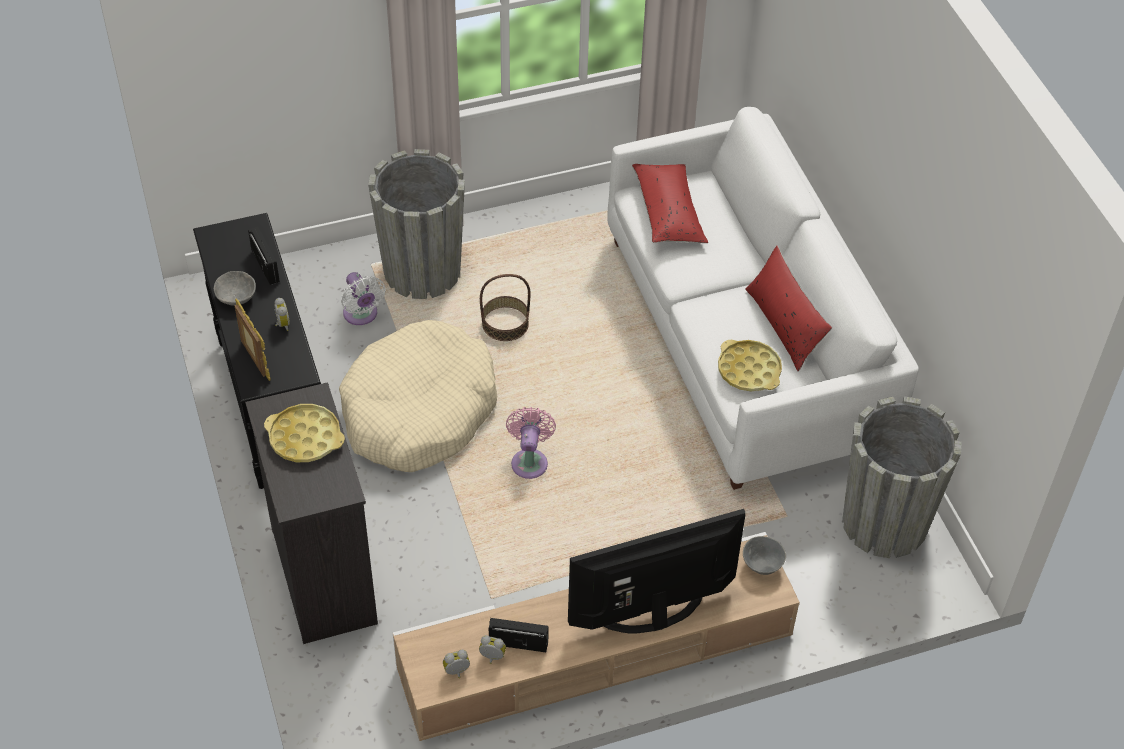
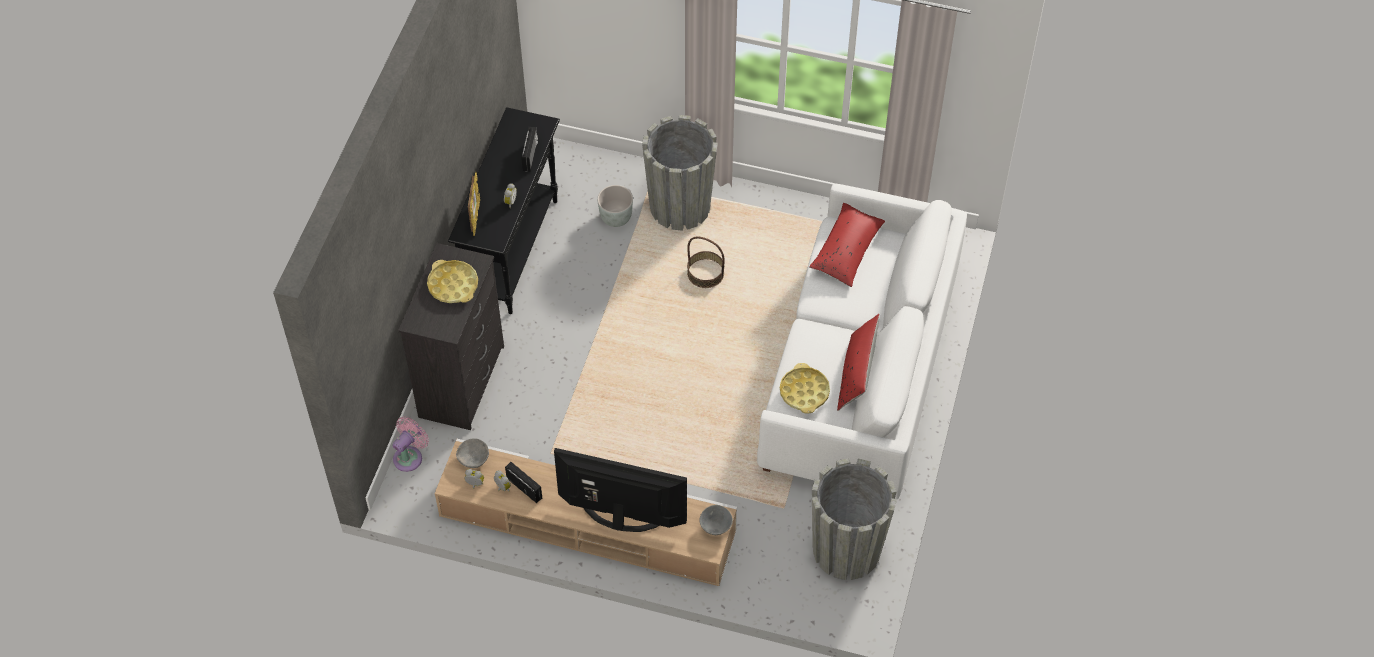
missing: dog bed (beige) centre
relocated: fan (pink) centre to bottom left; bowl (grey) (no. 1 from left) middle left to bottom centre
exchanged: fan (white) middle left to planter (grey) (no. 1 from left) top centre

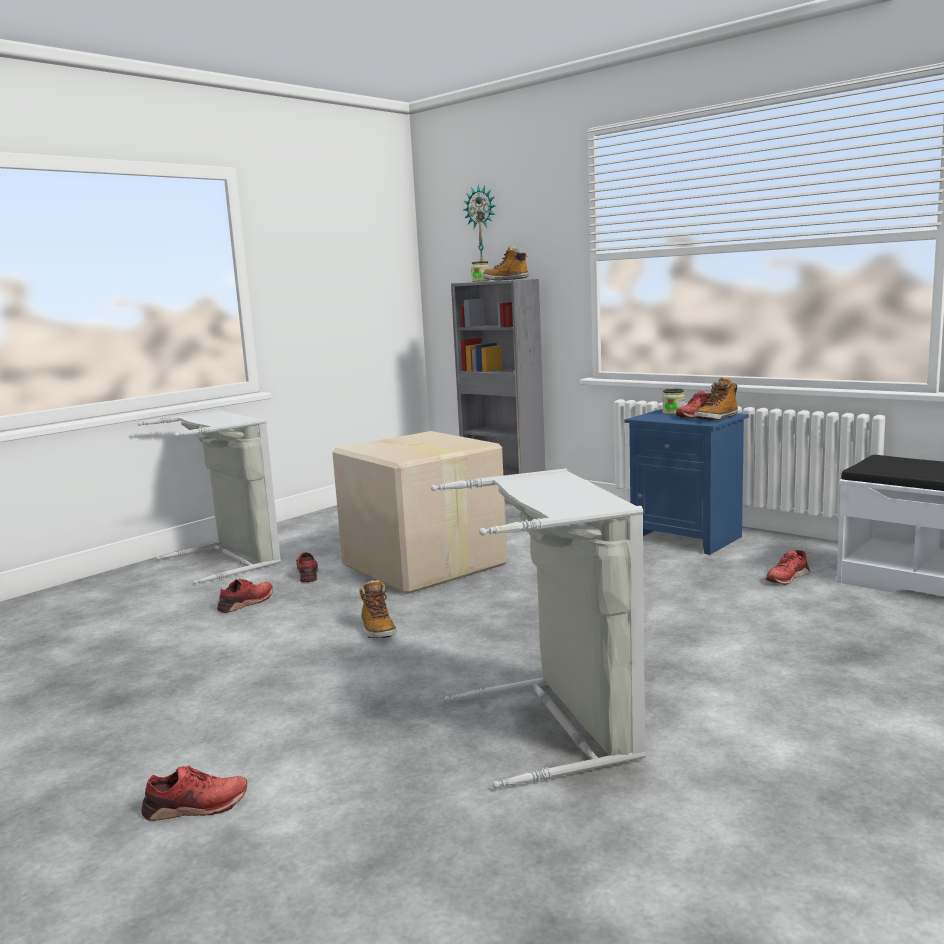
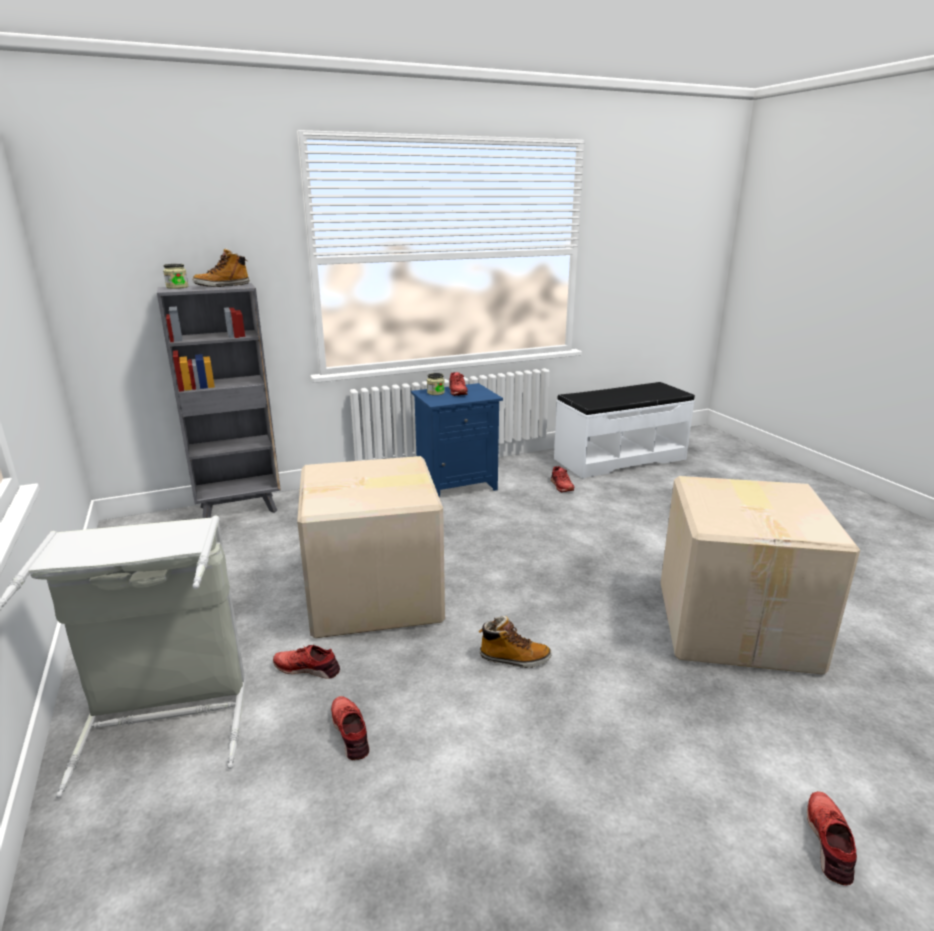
missing: wall clock top centre; boot (no. 3 from left) middle right
exchanged: laundry basket (grey) (no. 2 from left) centre to cardboard box (no. 2 from left) middle right

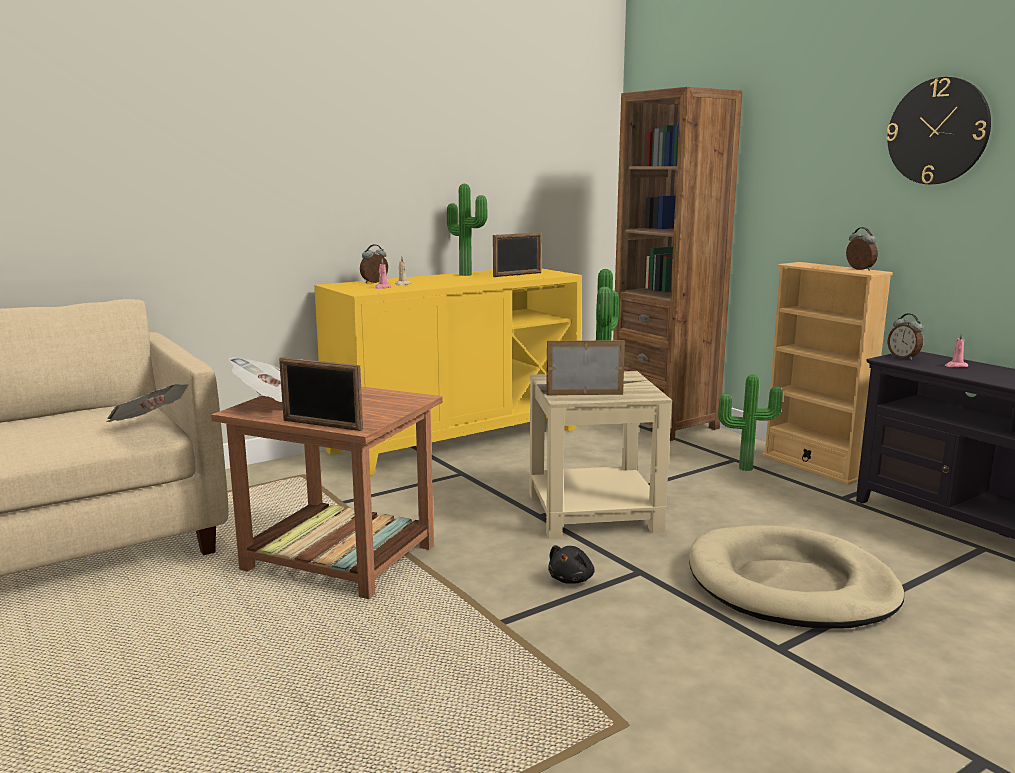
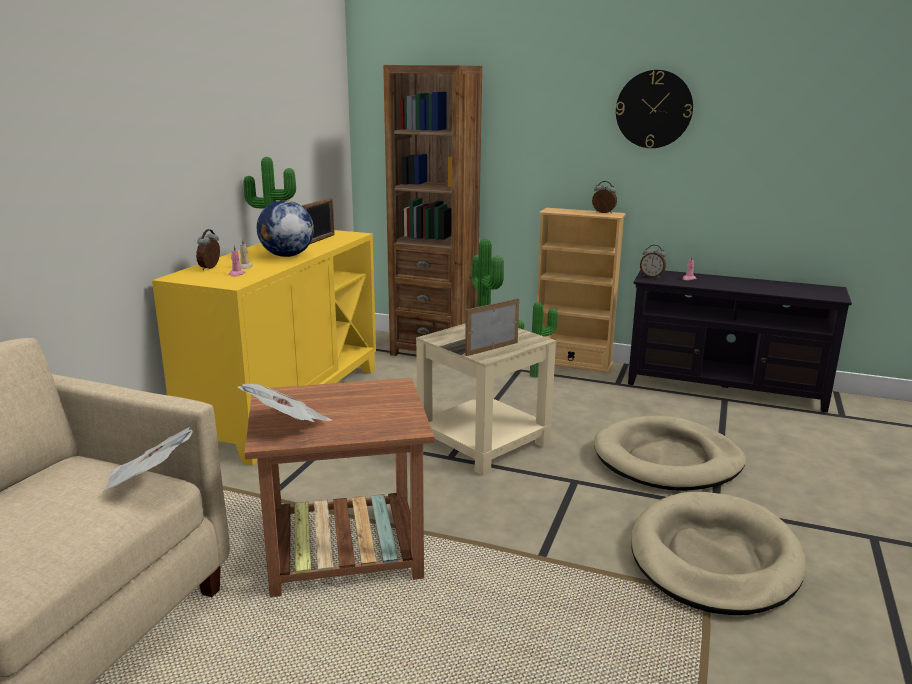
missing: picture frame (no. 1 from left) middle left; plush toy (black) bottom centre
appeared: globe middle left; dog bed (beige) (no. 2 from left) bottom right

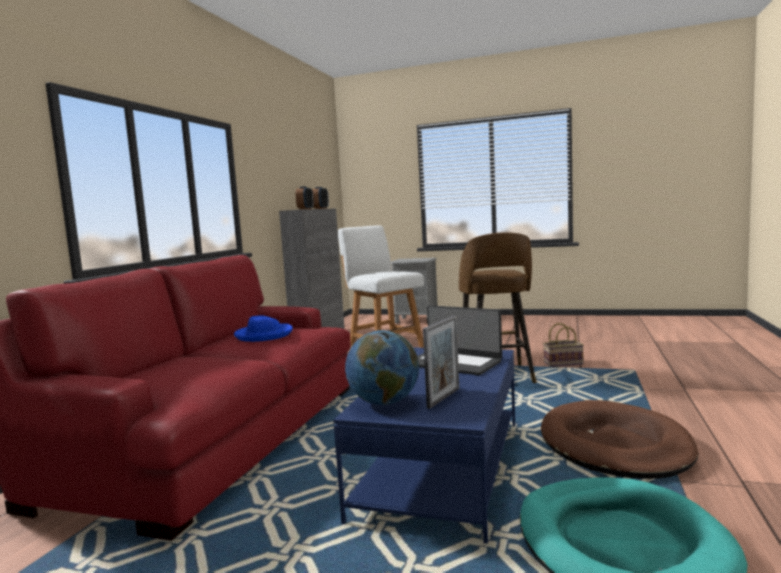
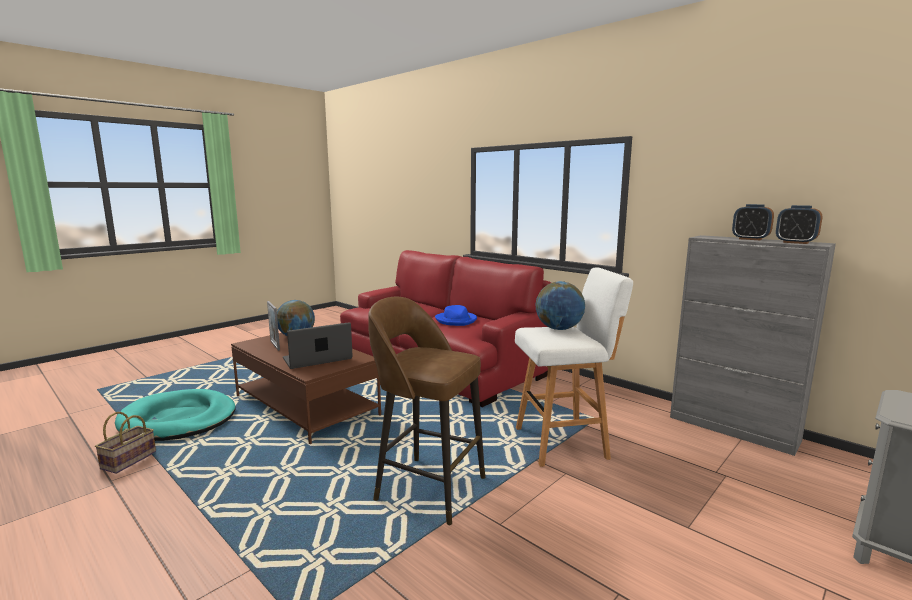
missing: dog bed (brown) bottom right
appeared: globe (no. 2 from left) centre
relocated: basket middle right to bottom left
colour: coffee table (blue) bottom centre to coffee table (brown) centre

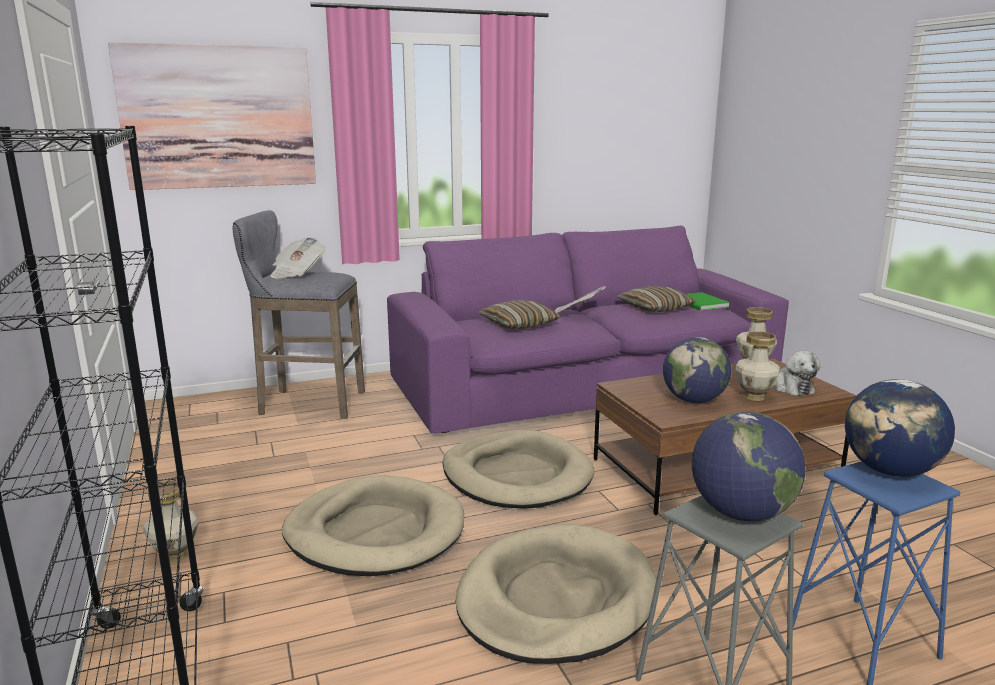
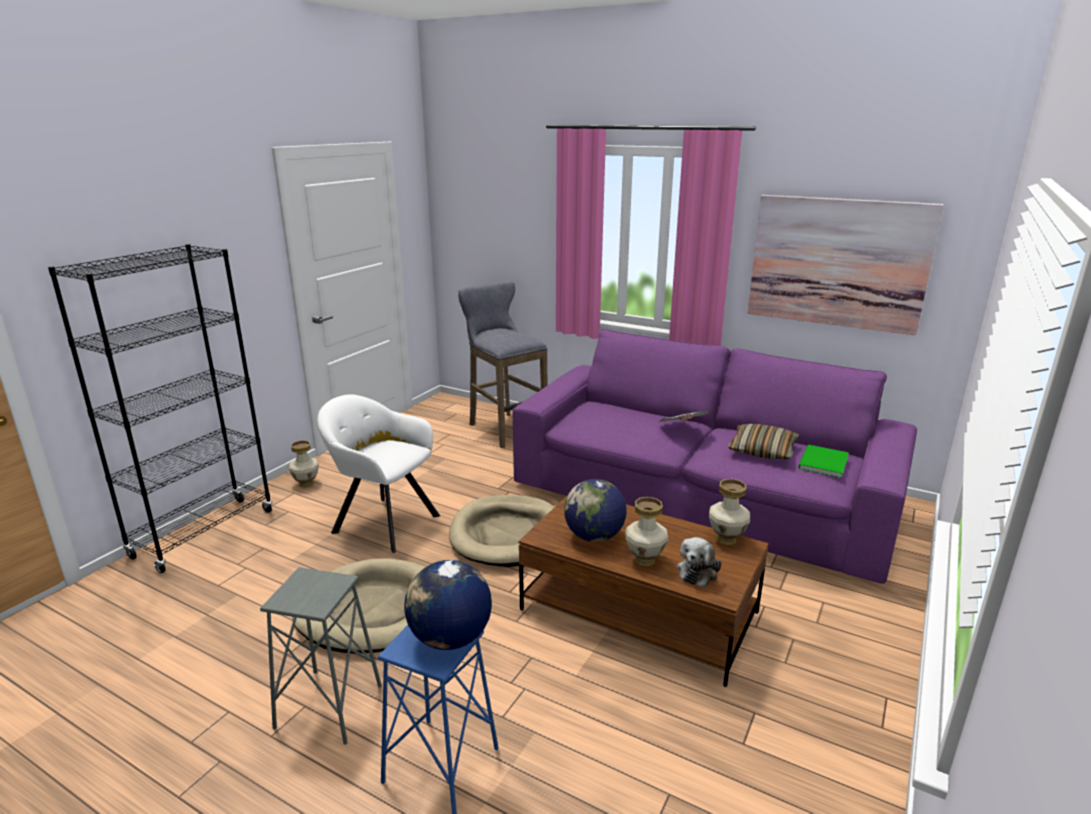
missing: newspaper (no. 1 from left) middle left; pillow (no. 1 from left) centre; globe (no. 2 from left) bottom right
relocated: picture top left to top right
exchanged: dog bed (beige) (no. 1 from left) bottom centre to armchair (white) centre

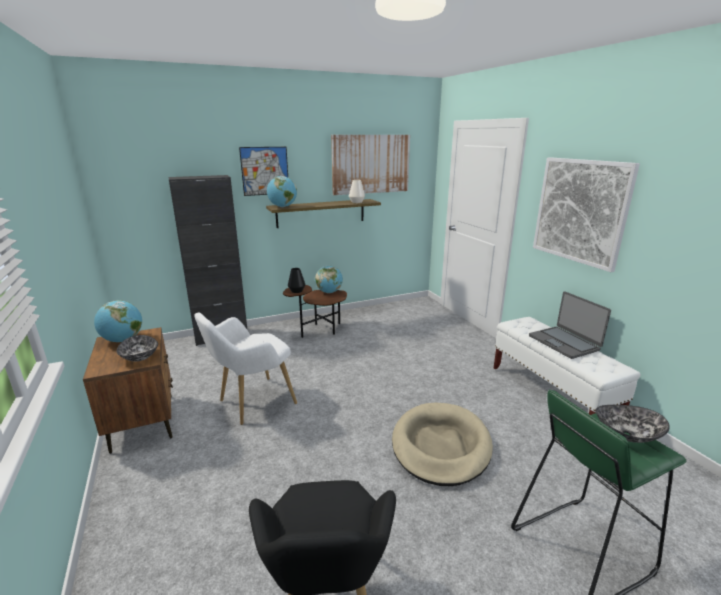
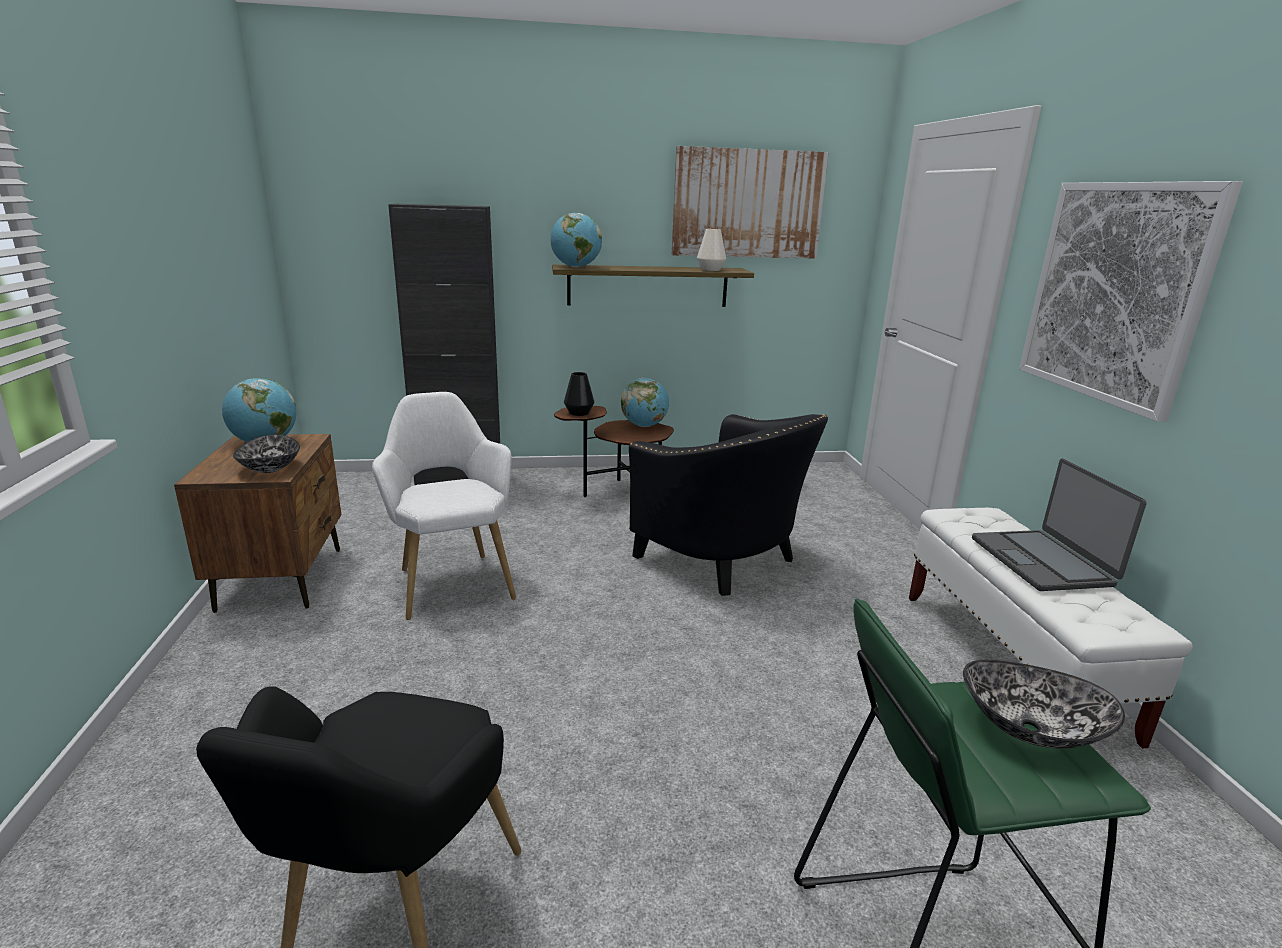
missing: picture (no. 1 from left) top centre; dog bed (beige) bottom centre
appeared: armchair (black) (no. 2 from left) centre
spun: armchair (white) centre = centre 90 degrees clockwise

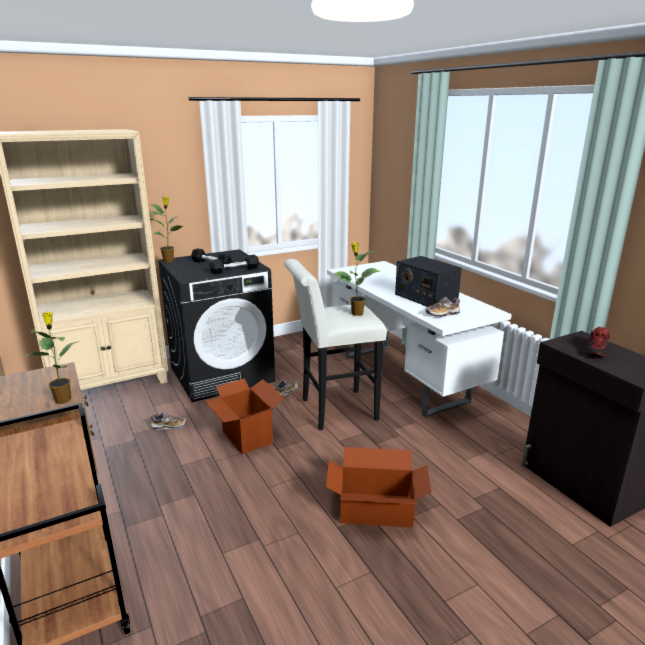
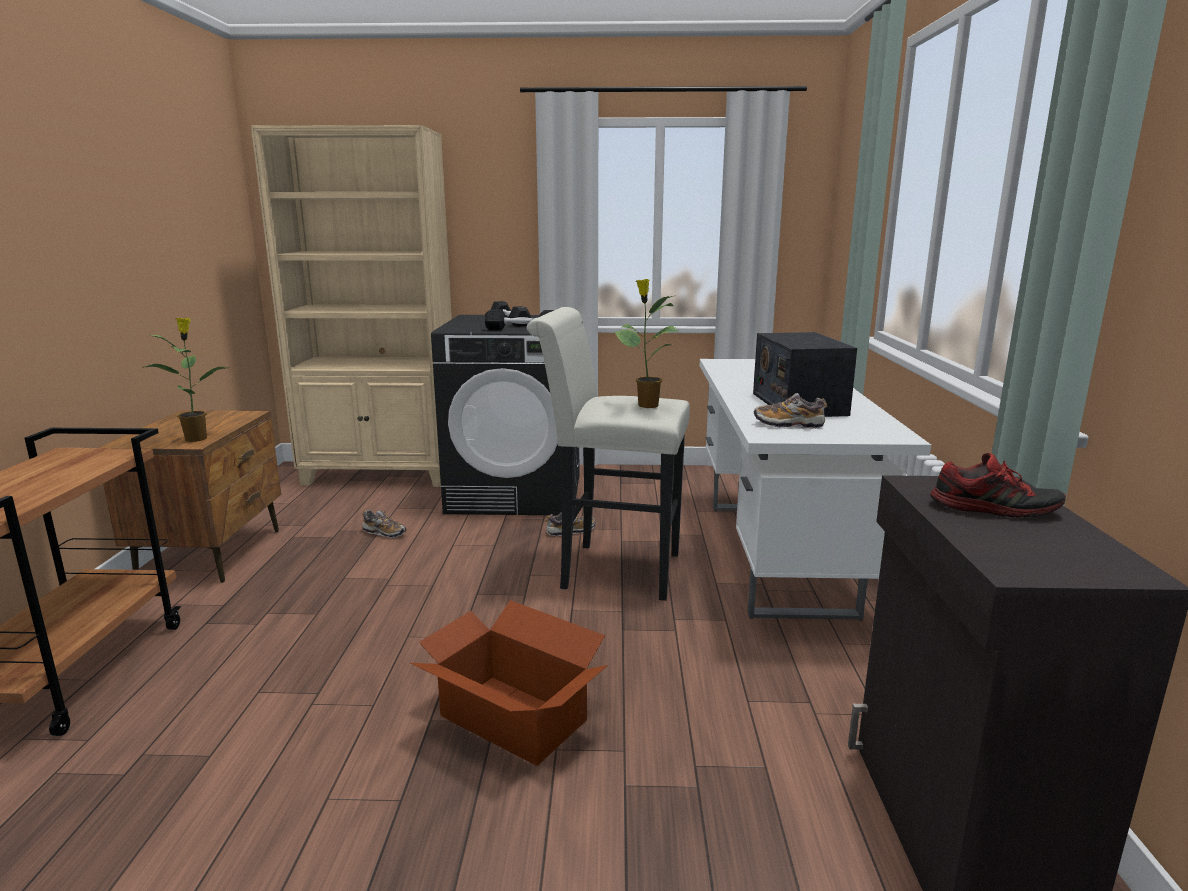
missing: potted plant (no. 2 from left) middle left; cardboard box (no. 1 from left) centre
spun: shoe (no. 4 from left) middle right = middle right 135 degrees counterclockwise

